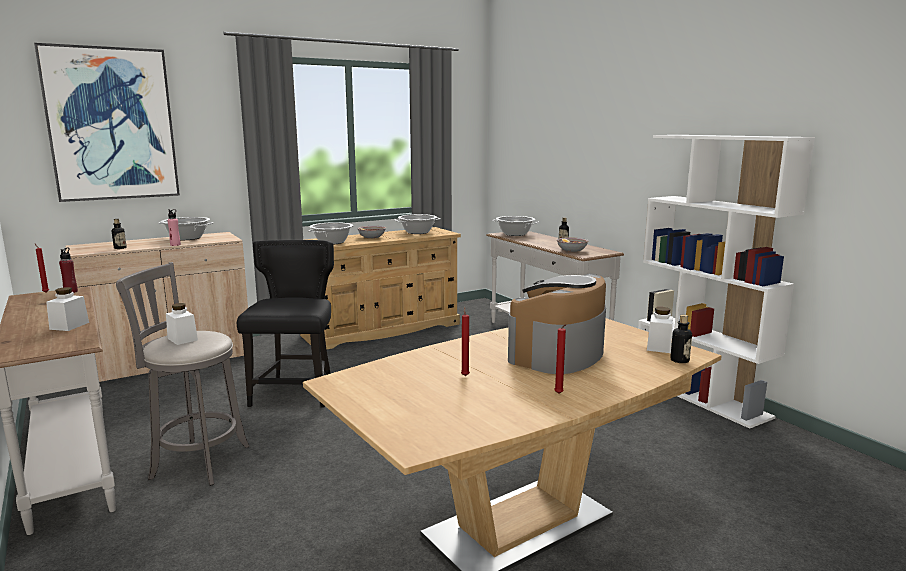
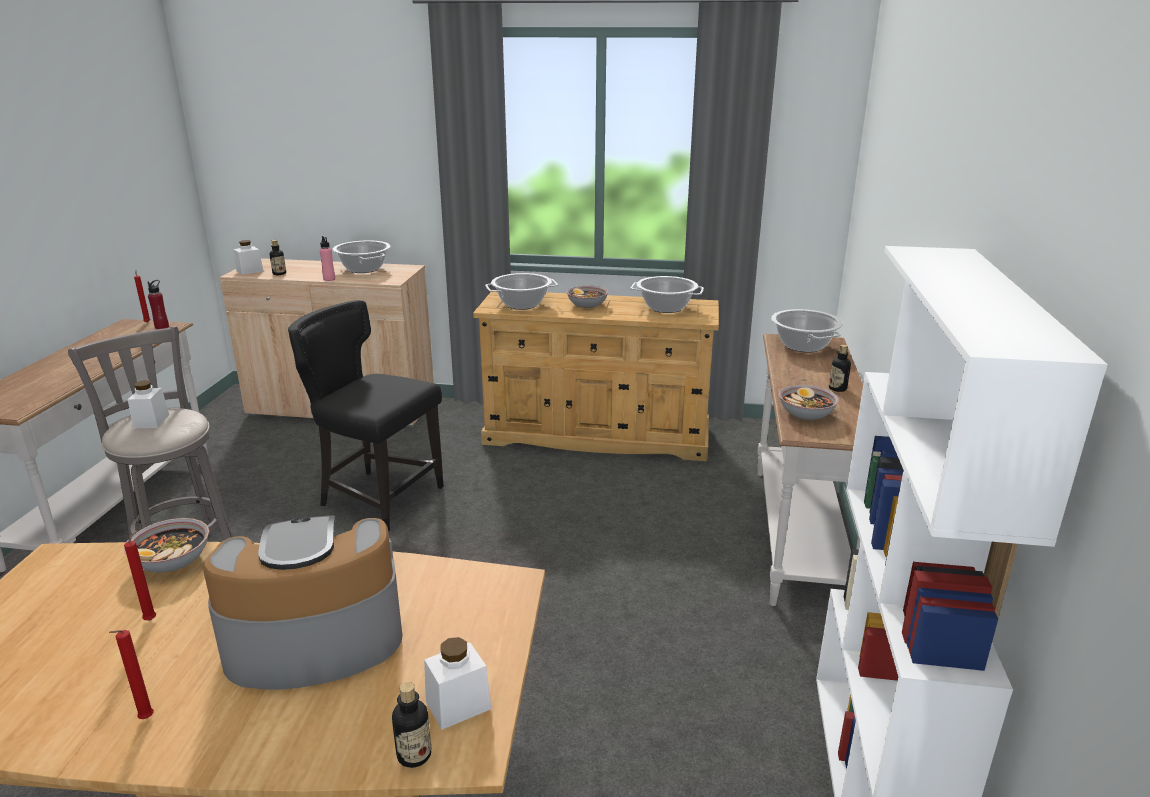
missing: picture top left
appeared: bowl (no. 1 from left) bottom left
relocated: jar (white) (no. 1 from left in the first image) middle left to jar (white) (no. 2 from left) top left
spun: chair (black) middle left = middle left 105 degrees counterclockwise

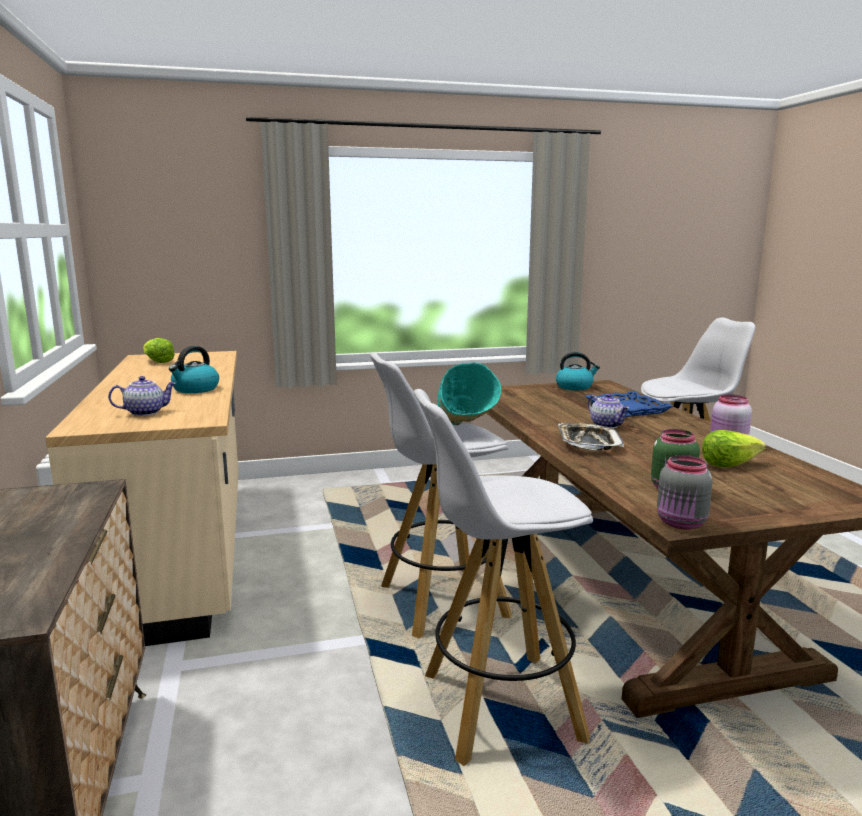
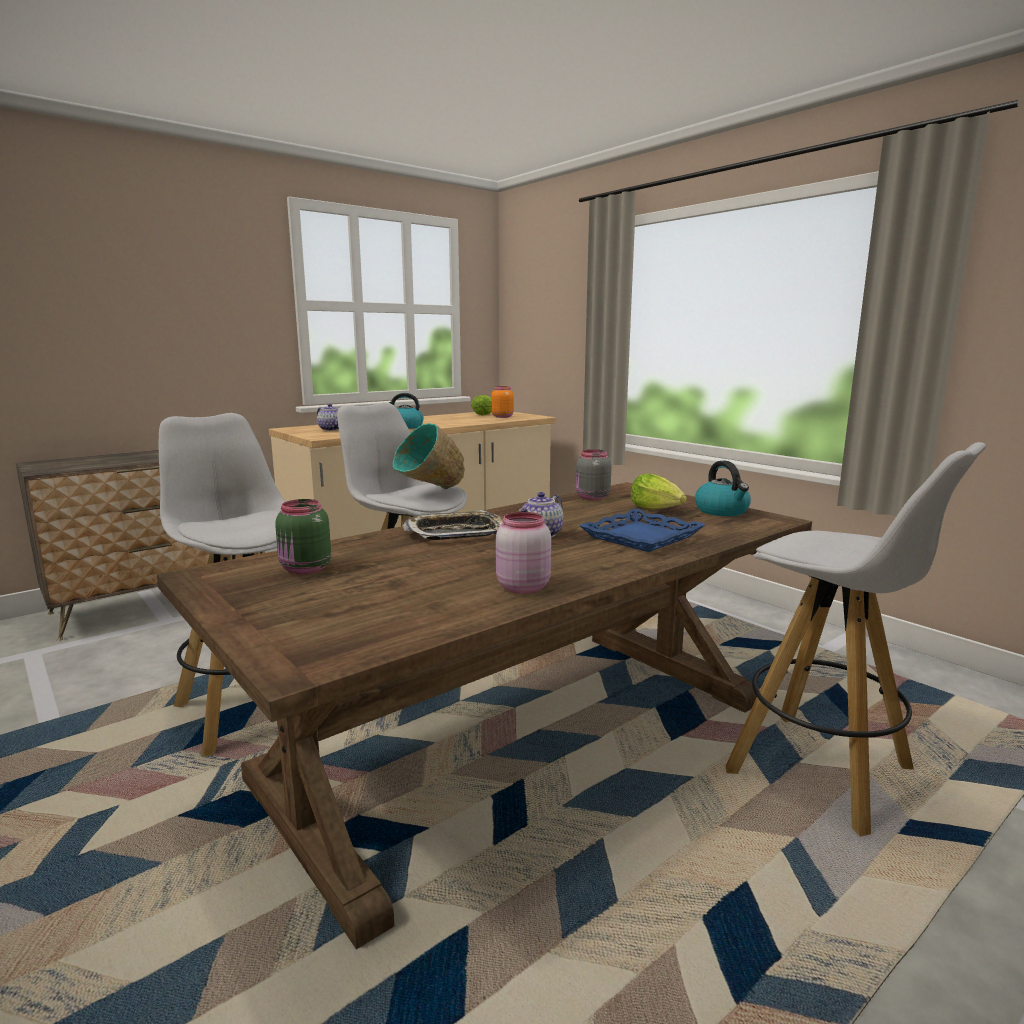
appeared: jar (orange) centre
relocated: jar (grey) middle right to centre; lettuce (no. 2 from left) middle right to centre

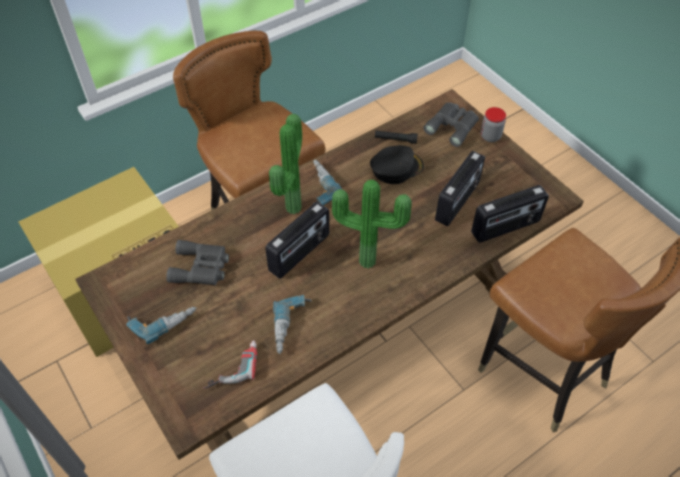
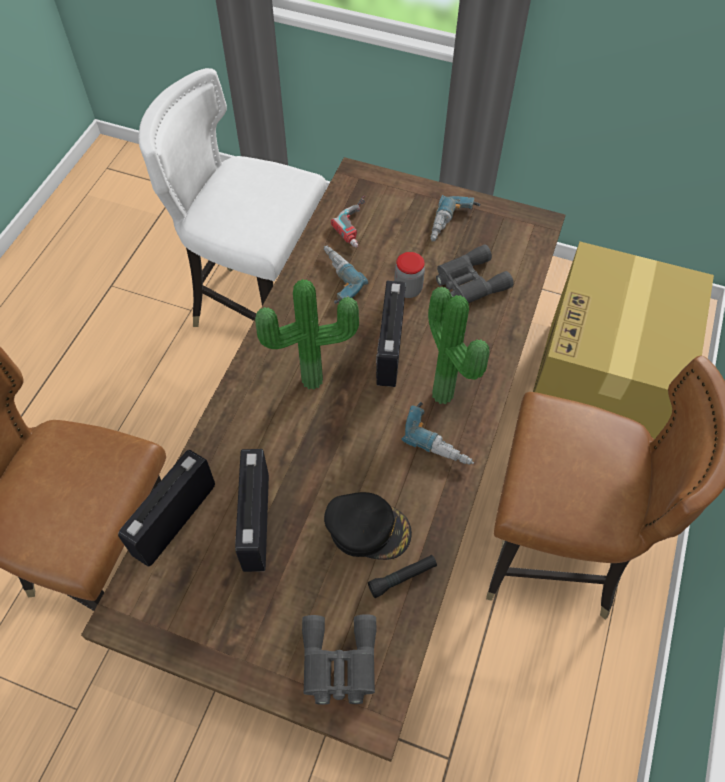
relocated: jar top right to centre
spun: cap (black) centre = bottom centre 105 degrees counterclockwise

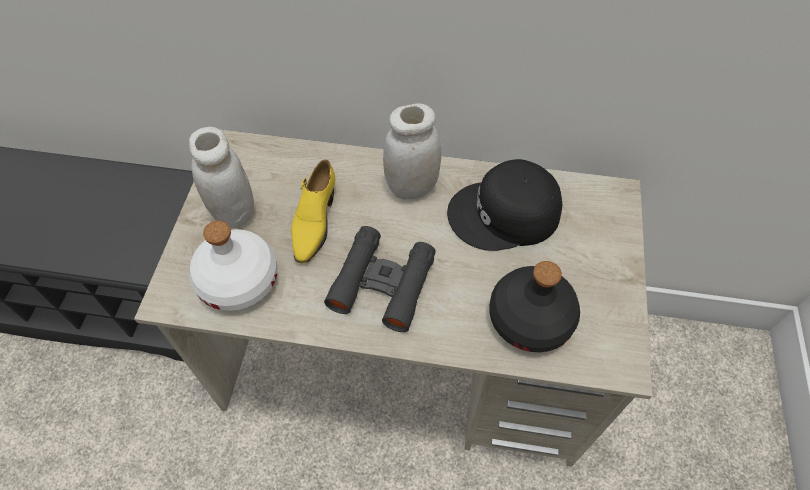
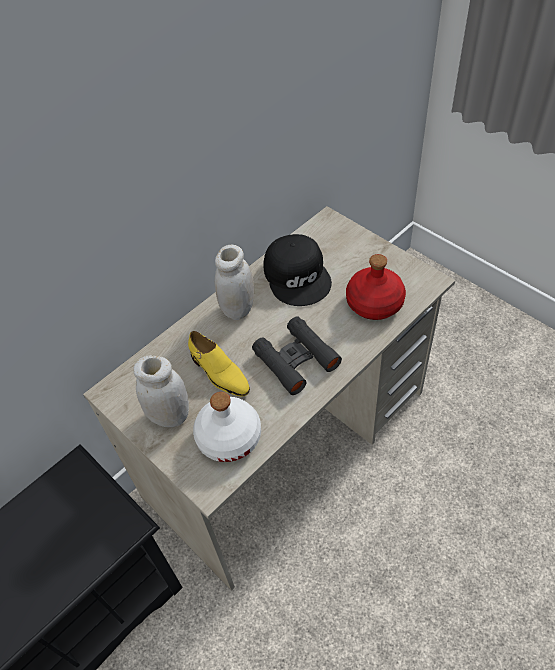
colour: bottle (black) centre to bottle (red) middle right
spun: cap (black) centre = centre 45 degrees counterclockwise

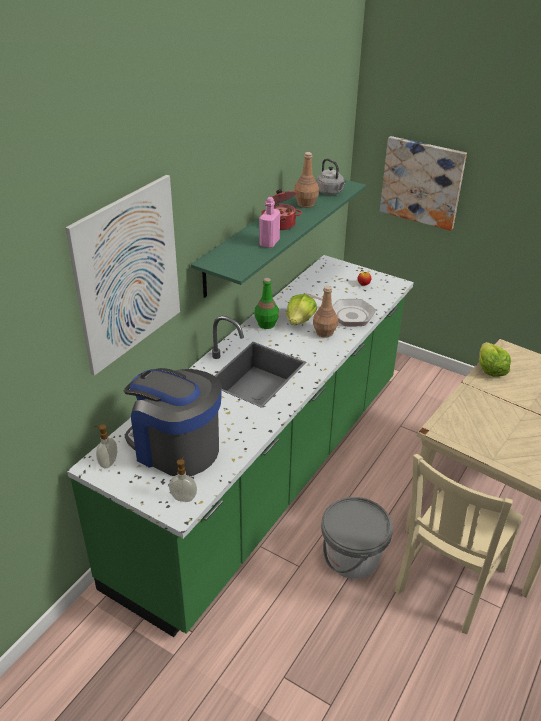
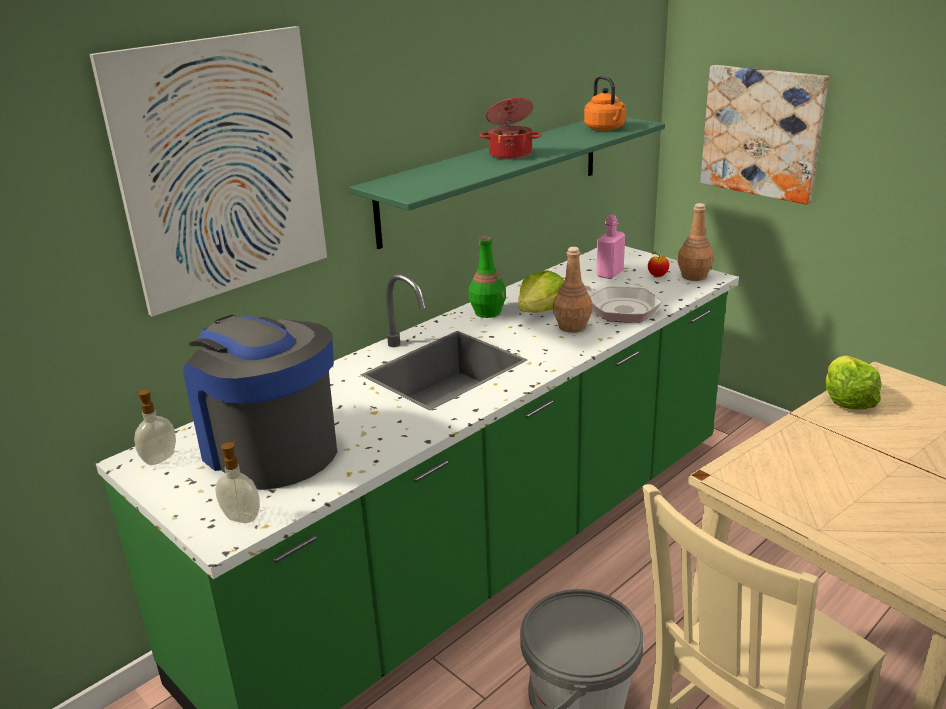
relocated: bottle (pink) top centre to centre; bottle (brown) (no. 1 from left in the first image) top centre to bottle (brown) (no. 2 from left) middle right
colour: kettle (grey) top centre to kettle (orange) top centre

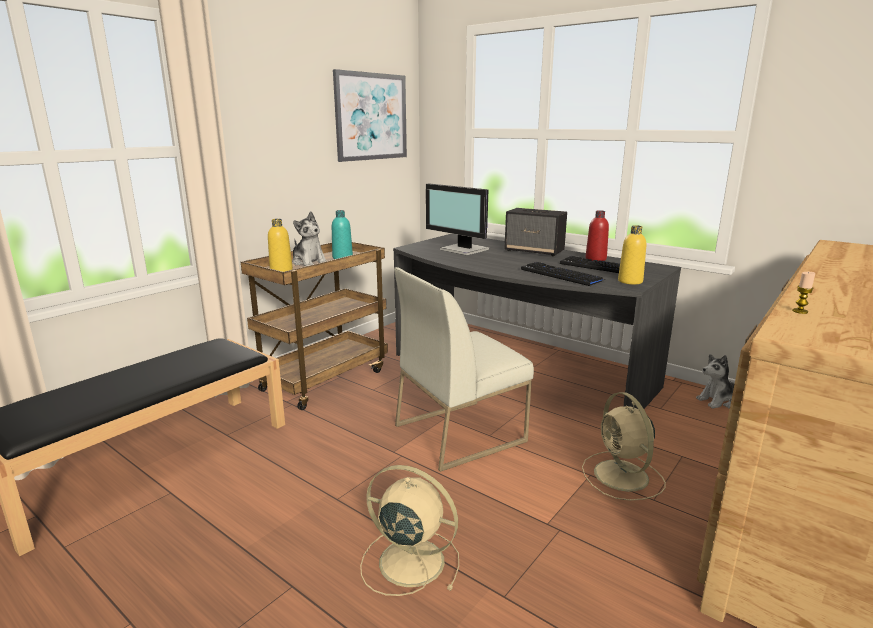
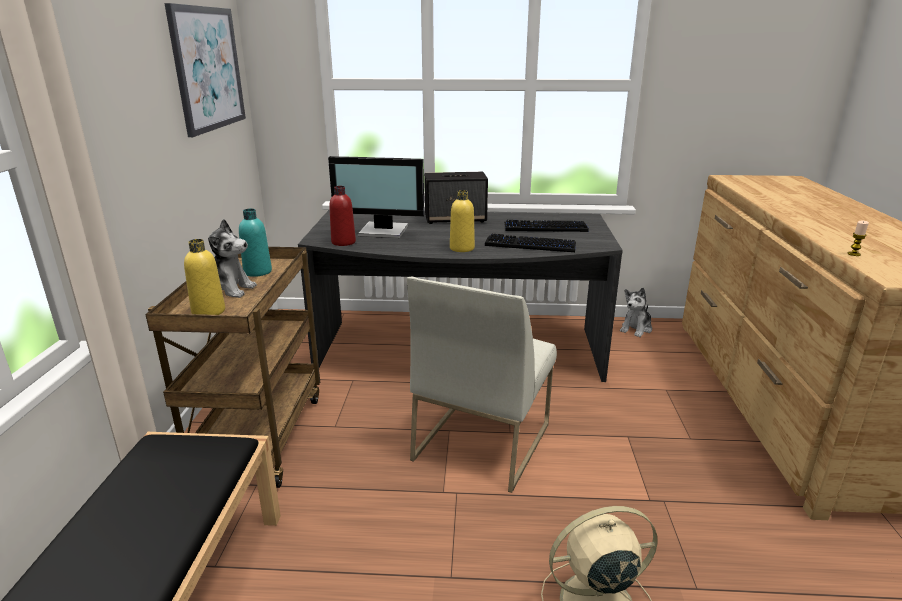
missing: fan (beige) (no. 2 from left) bottom right
relocated: bottle (red) middle right to centre; bottle (yellow) (no. 2 from left) middle right to centre

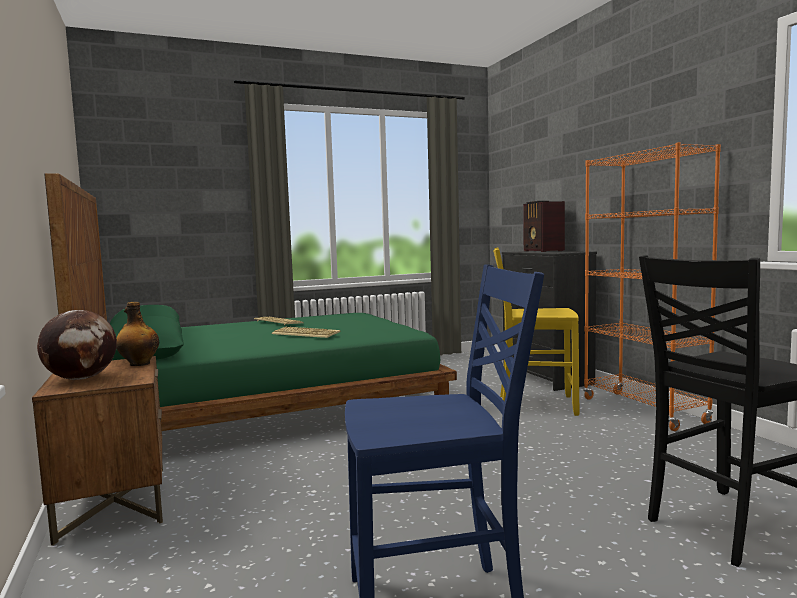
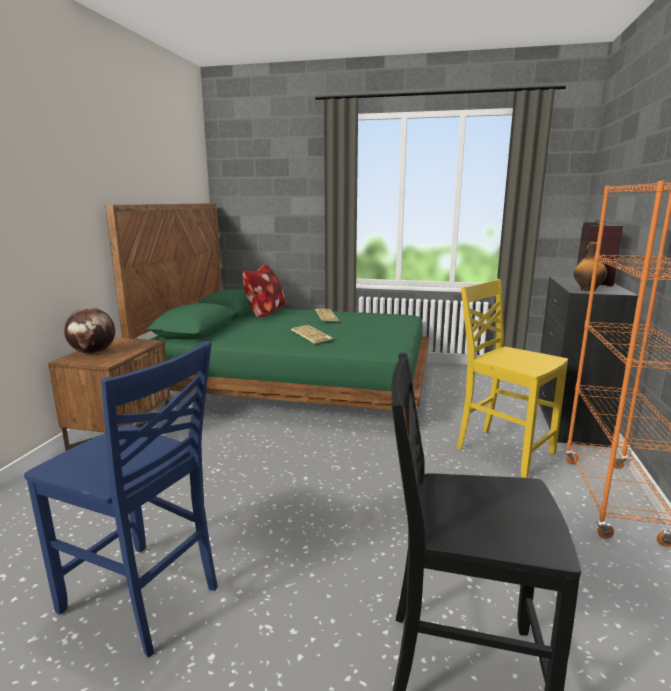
appeared: pillow centre
relocated: bottle middle left to middle right

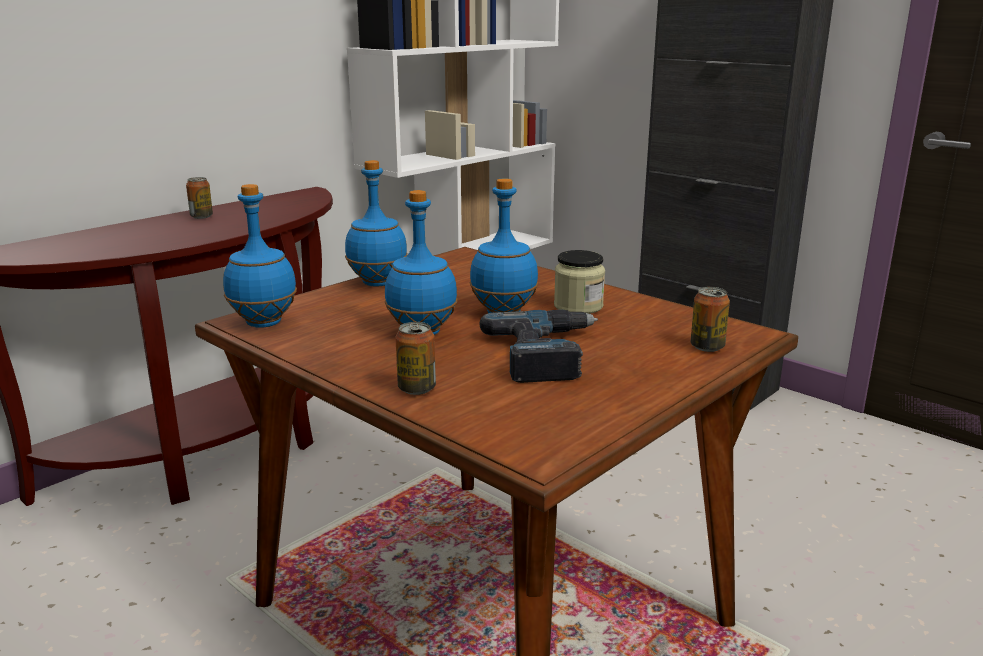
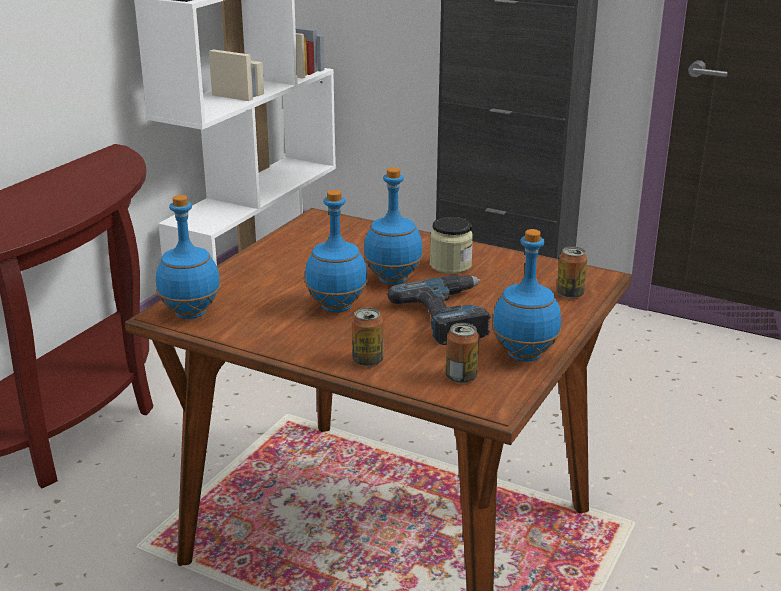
relocated: can (no. 1 from left in the first image) top left to can (no. 2 from left) centre; bottle (blue) (no. 2 from left in the first image) centre to bottle (blue) (no. 4 from left) middle right

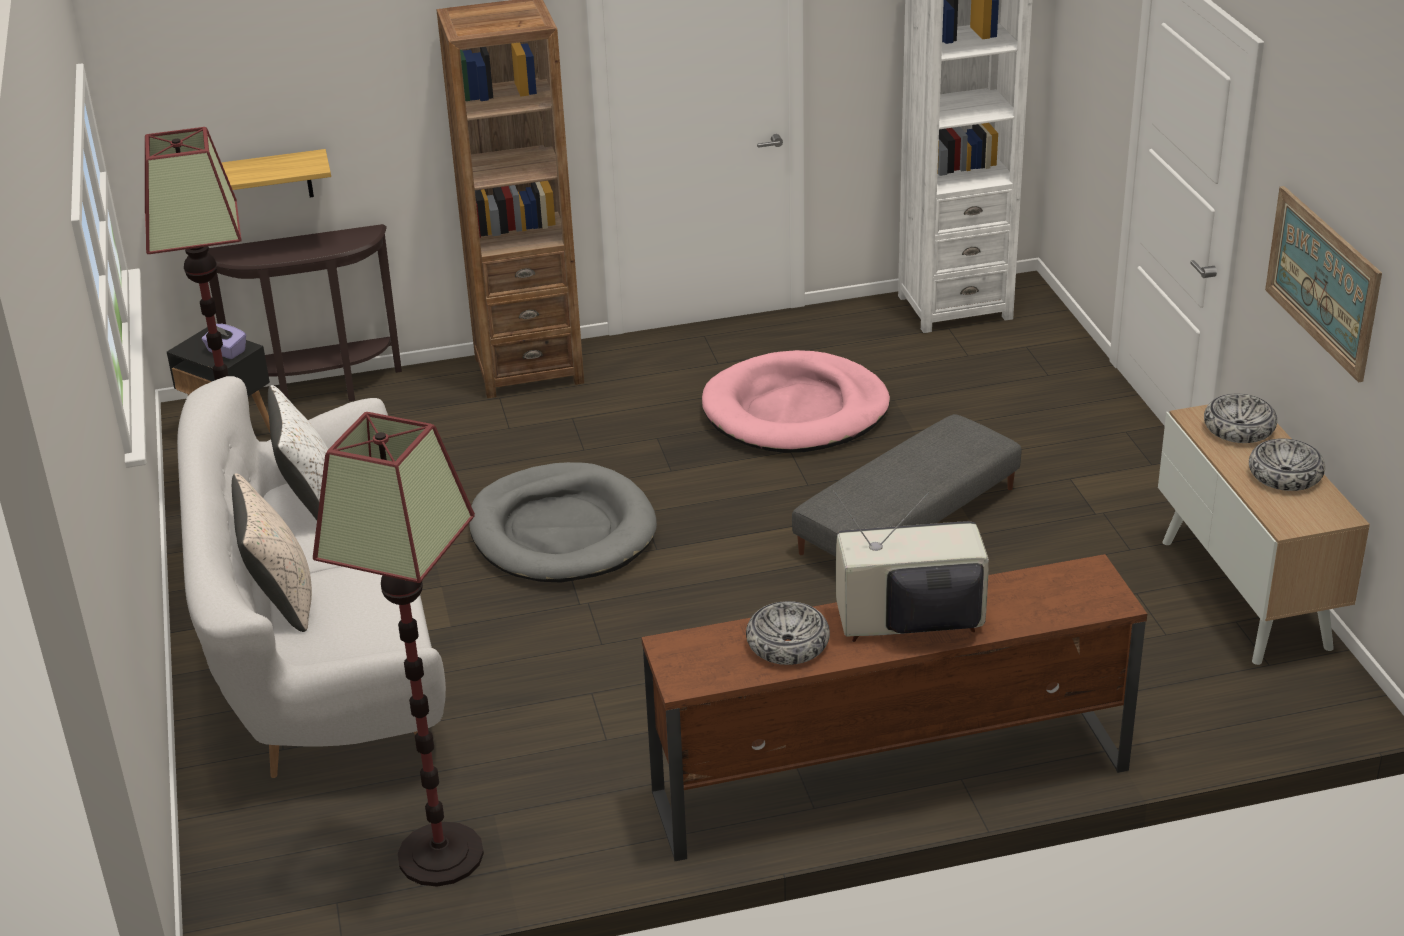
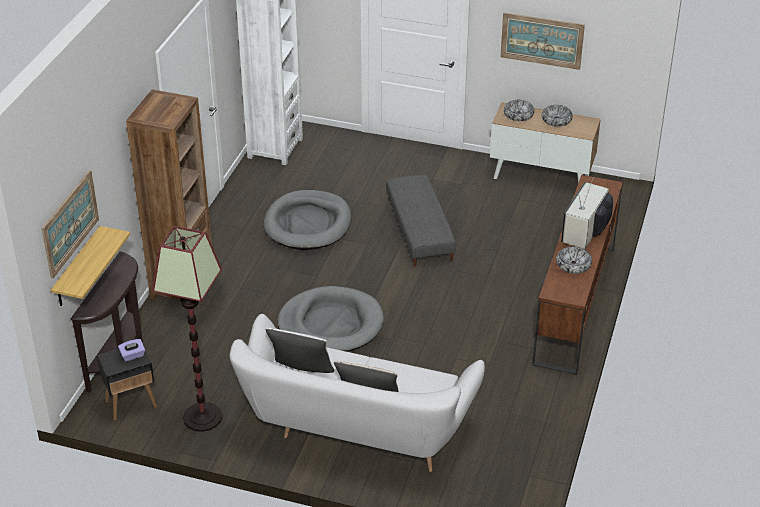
missing: floor lamp (no. 2 from left) bottom left
appeared: picture (no. 1 from left) middle left
colour: dog bed (pink) centre to dog bed (grey) (no. 1 from left) centre

